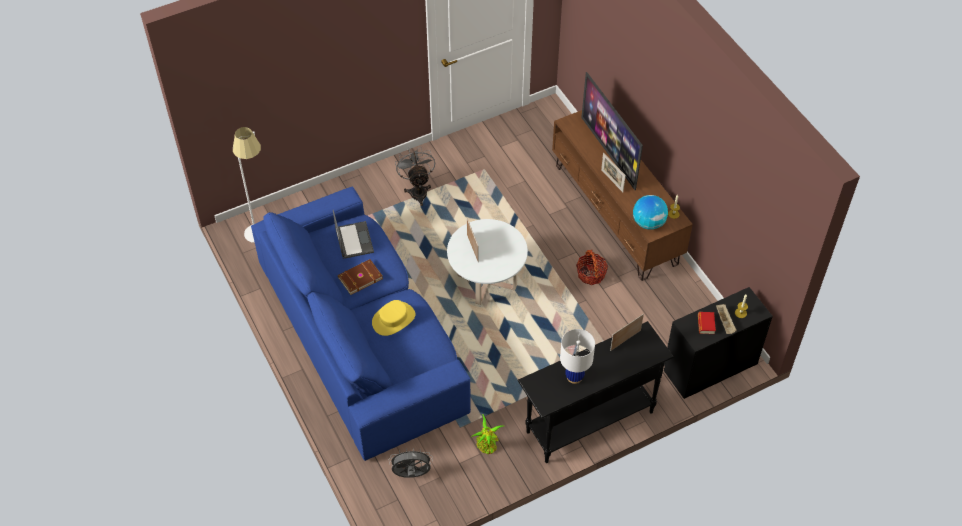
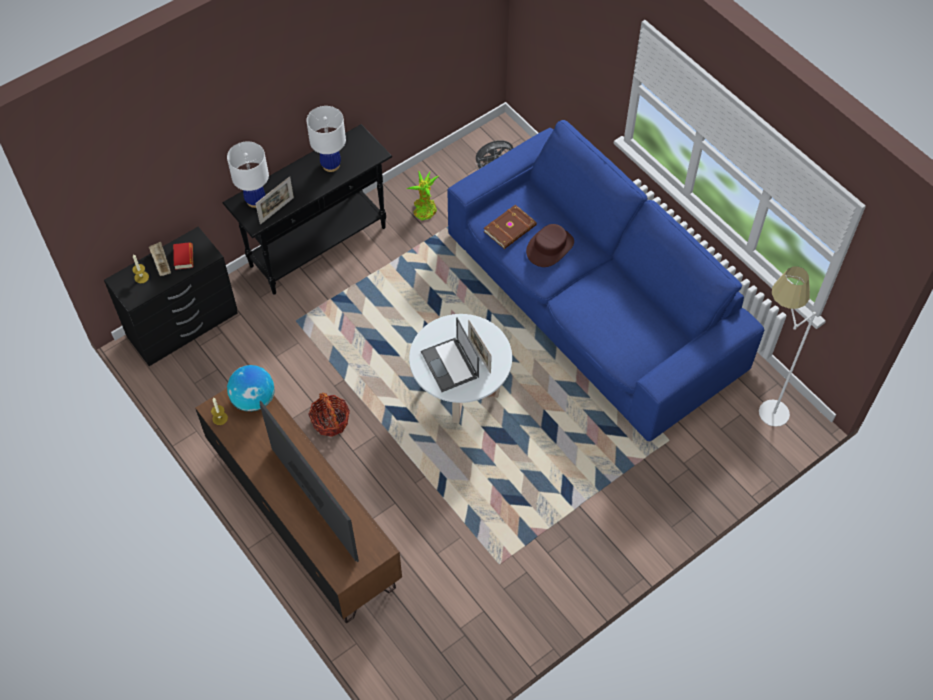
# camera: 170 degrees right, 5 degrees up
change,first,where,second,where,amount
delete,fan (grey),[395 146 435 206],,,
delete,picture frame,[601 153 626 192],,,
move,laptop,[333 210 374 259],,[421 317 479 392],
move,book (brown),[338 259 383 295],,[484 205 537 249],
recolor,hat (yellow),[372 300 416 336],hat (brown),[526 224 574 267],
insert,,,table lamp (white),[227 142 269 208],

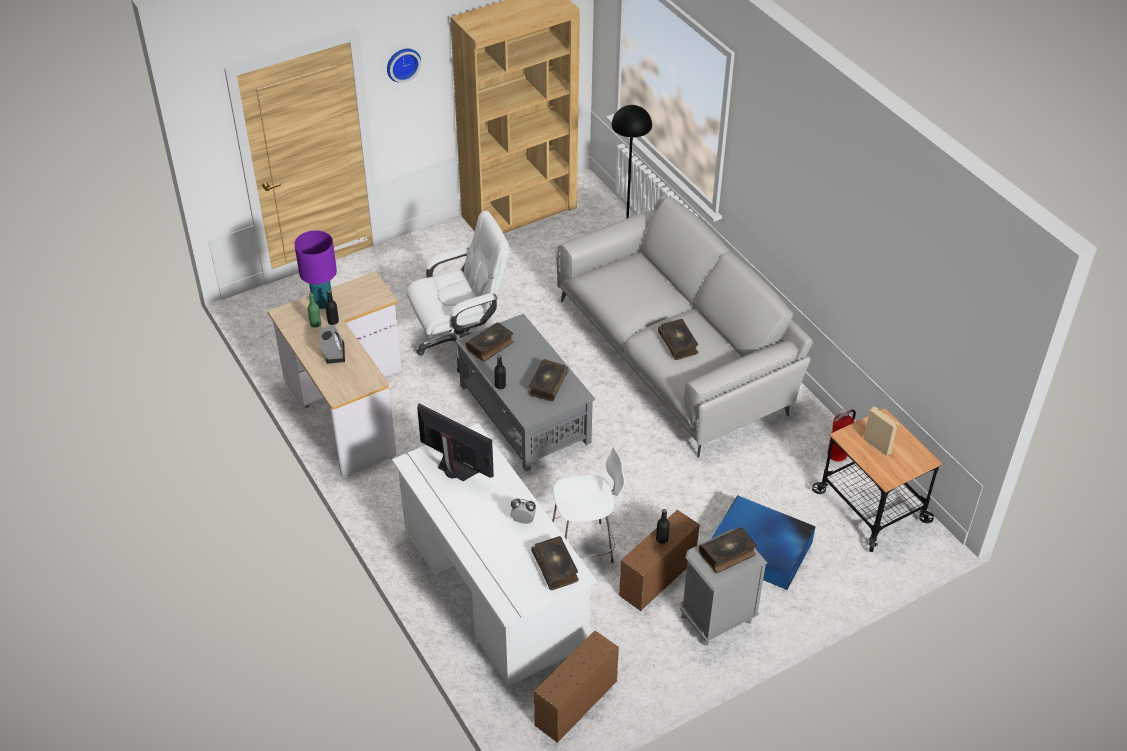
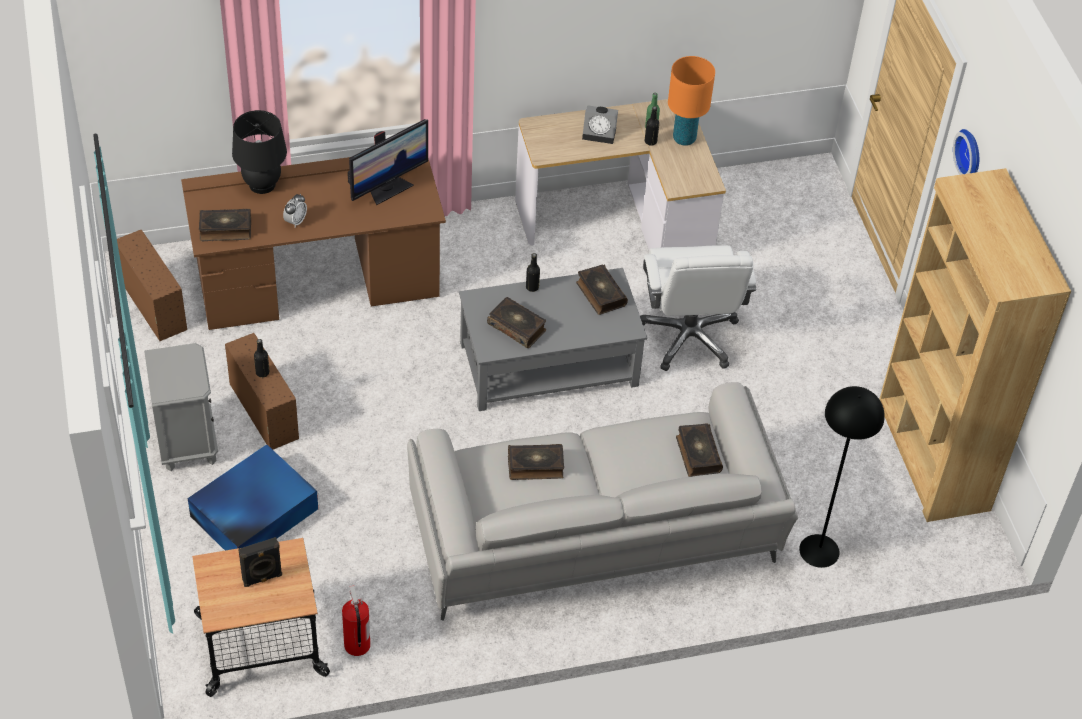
# camera: 105 degrees right, 5 degrees up
change,first,where,second,where,amount
recolor,table lamp (purple),[294 230 337 309],table lamp (orange),[668 56 715 146],
recolor,speaker (beige),[863 406 899 456],speaker (black),[238 537 282 587],
recolor,desk (white),[392 423 597 686],desk (brown),[181 157 446 330],
delete,stool (white),[551 447 625 563],,,
move,book,[699 527 757 573],,[676 423 723 477],
insert,,,table lamp (black),[232 110 287 194],

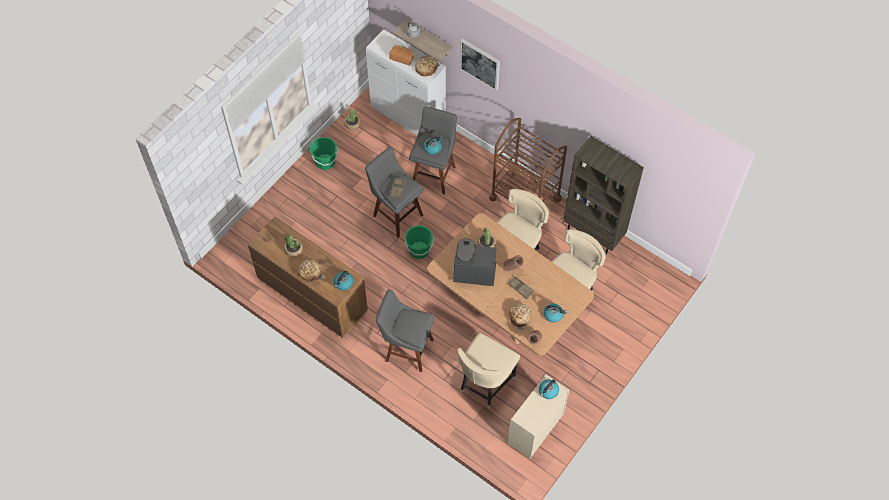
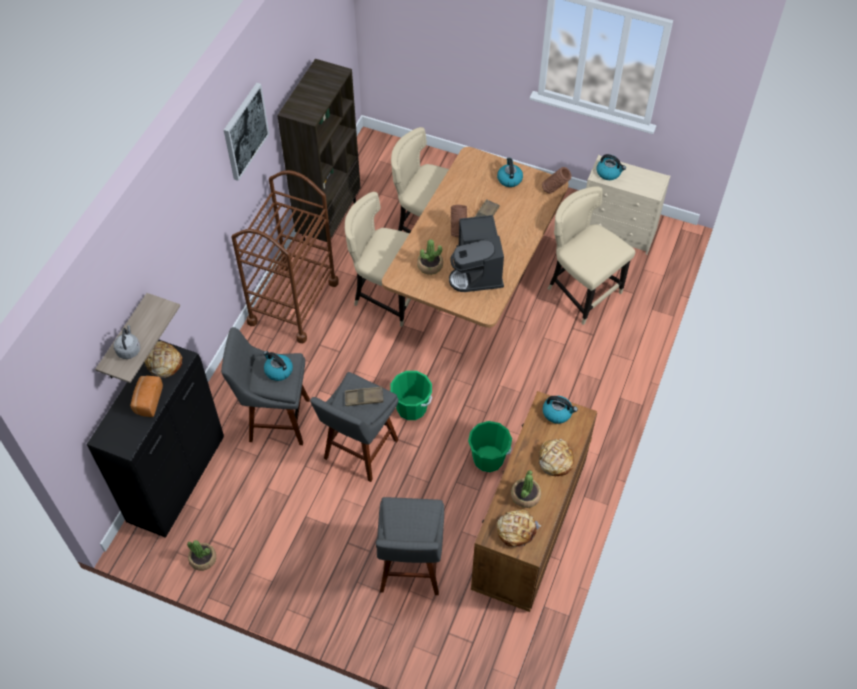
# camera: 105 degrees left, 5 degrees down
change,first,where,second,where,amount
recolor,cabinet (white),[366 29 446 136],cabinet (black),[87 340 224 538],
move,picture,[460 39 500 91],,[224 83 269 181],
move,bucket (green),[310 137 338 170],,[468 421 512 472],
move,stool (grey),[376 289 434 372],,[376 497 444 595],
move,bread,[509 304 533 331],,[497 509 541 547],
rotate,chair (beige),[457 333 520 409],,[548 186 635 325],150 degrees counterclockwise

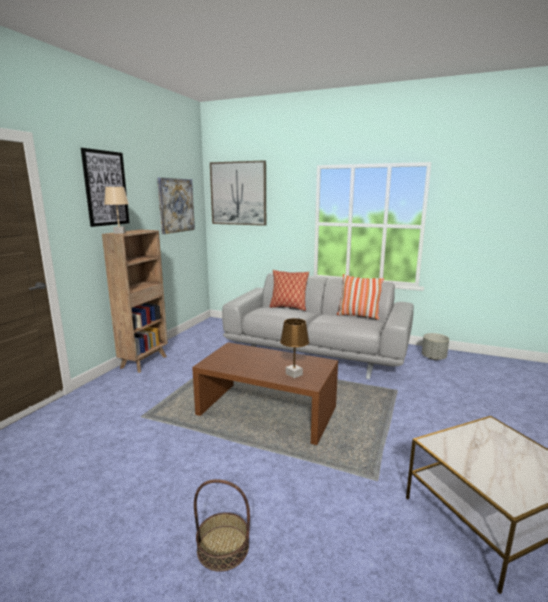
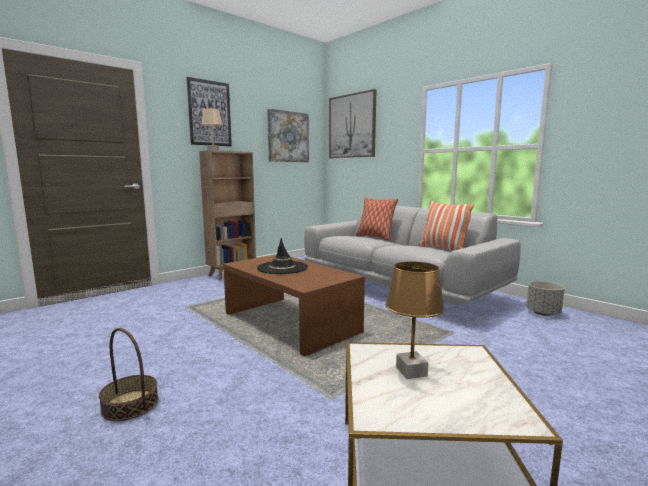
# camera: 25 degrees right, 5 degrees down
change,first,where,second,where,amount
move,table lamp (brown),[280 318 309 378],,[385 261 445 379],
insert,,,hat (black),[257 238 308 274],

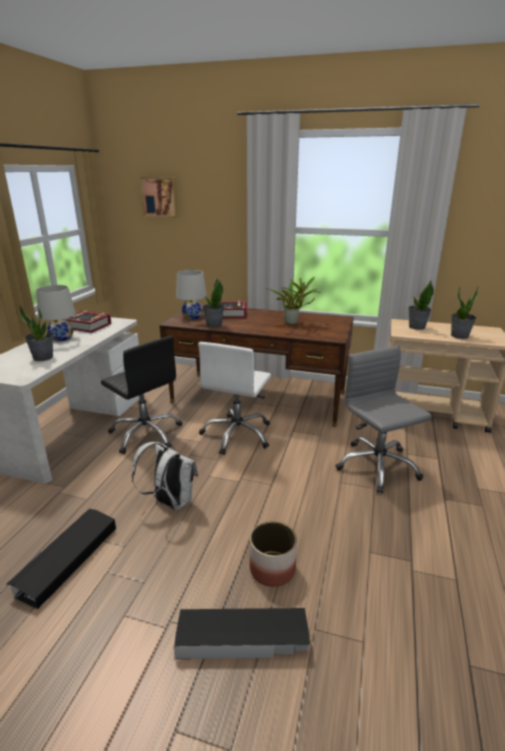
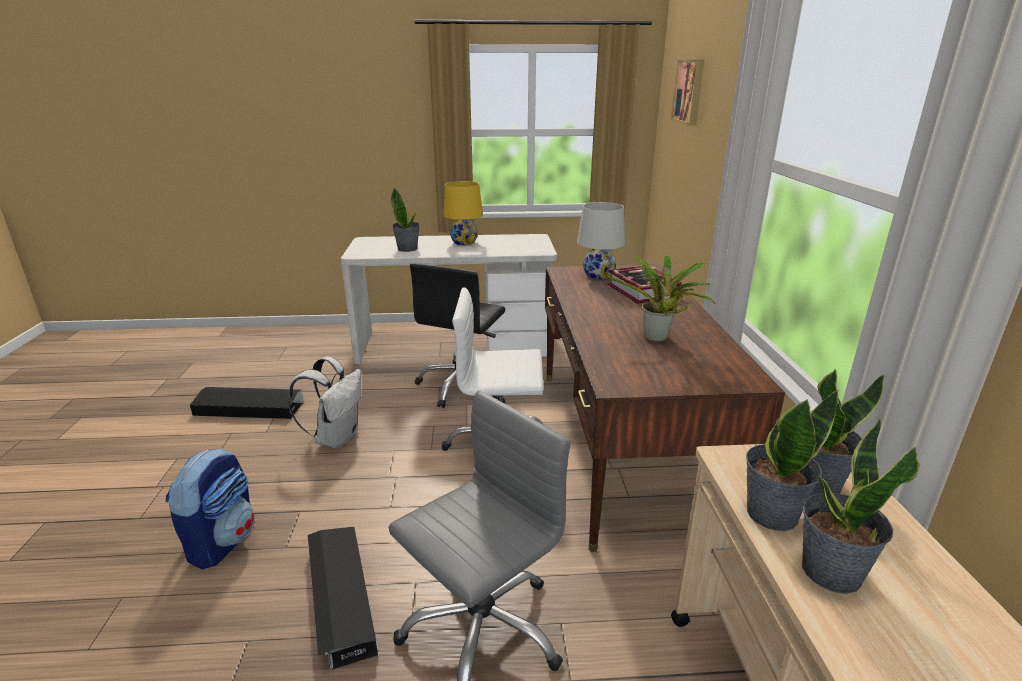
# camera: 70 degrees right, 0 degrees up
change,first,where,second,where,amount
move,potted plant,[203 278 224 328],,[746 389 839 531],
recolor,table lamp (white),[36 285 76 341],table lamp (yellow),[443 181 483 245],
delete,book,[66 311 111 333],,,
replace,planter,[250 521 297 587],backpack,[166 448 255 570],
move,storage box (black),[174 608 310 659],,[308 527 379 670],

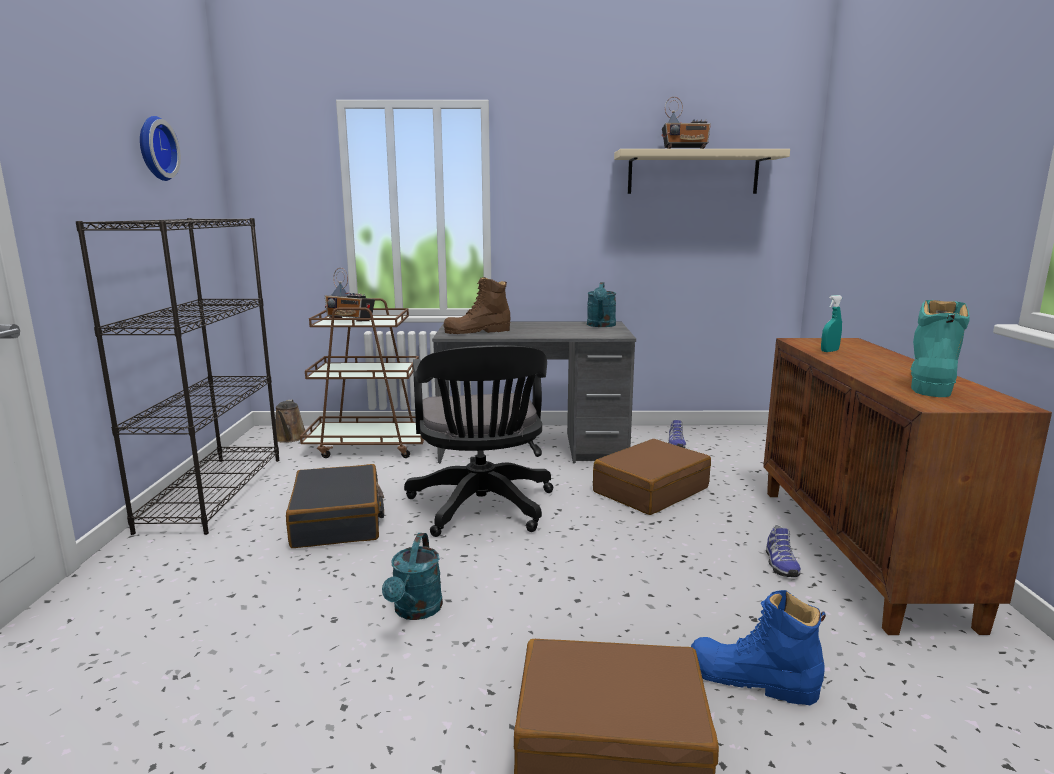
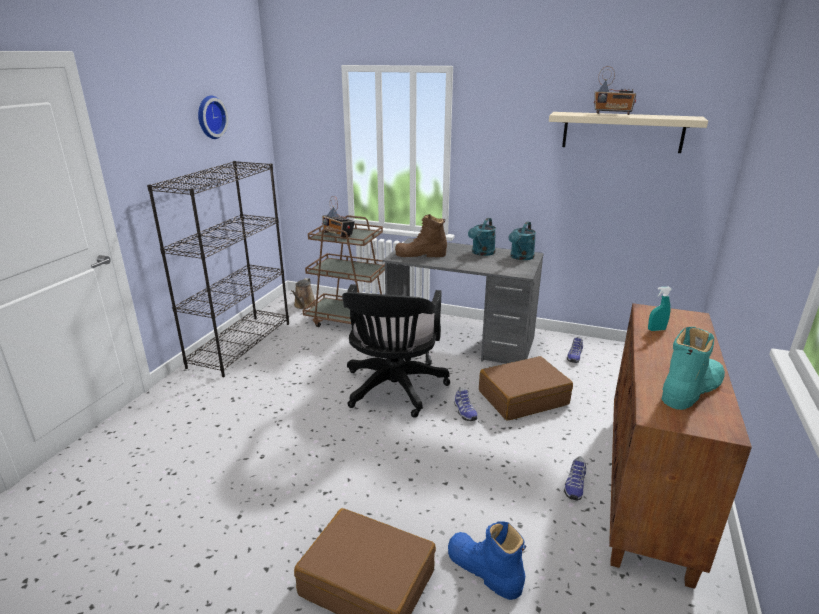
# camera: 20 degrees right, 10 degrees up
change,first,where,second,where,amount
delete,suitcase (black),[286 464 384 548],,,
move,watering can (turquoise),[382 533 443 620],,[468 218 496 256],
insert,,,shoe,[454 387 478 421],

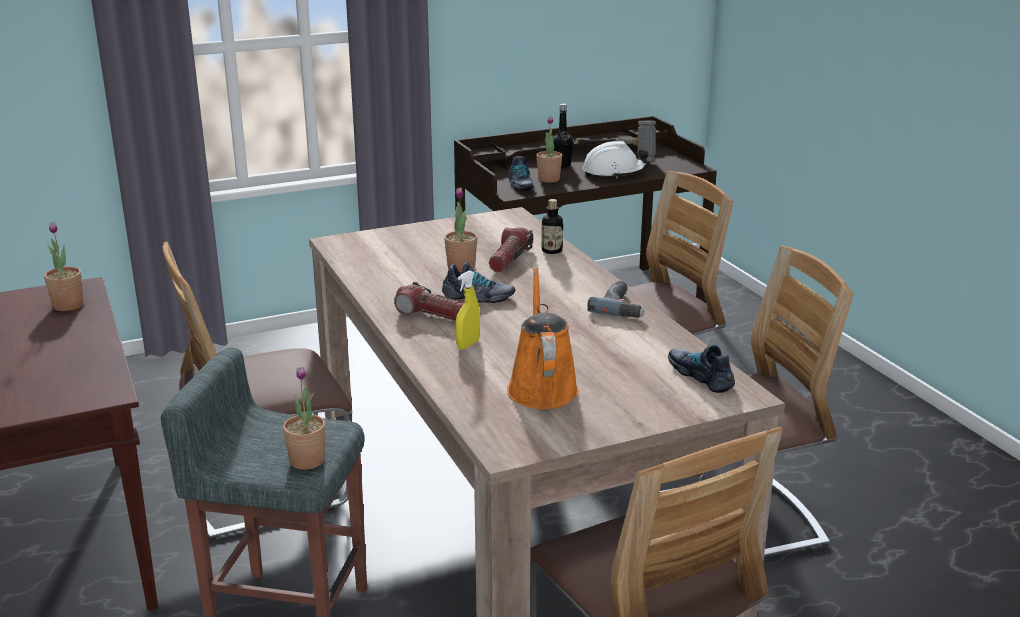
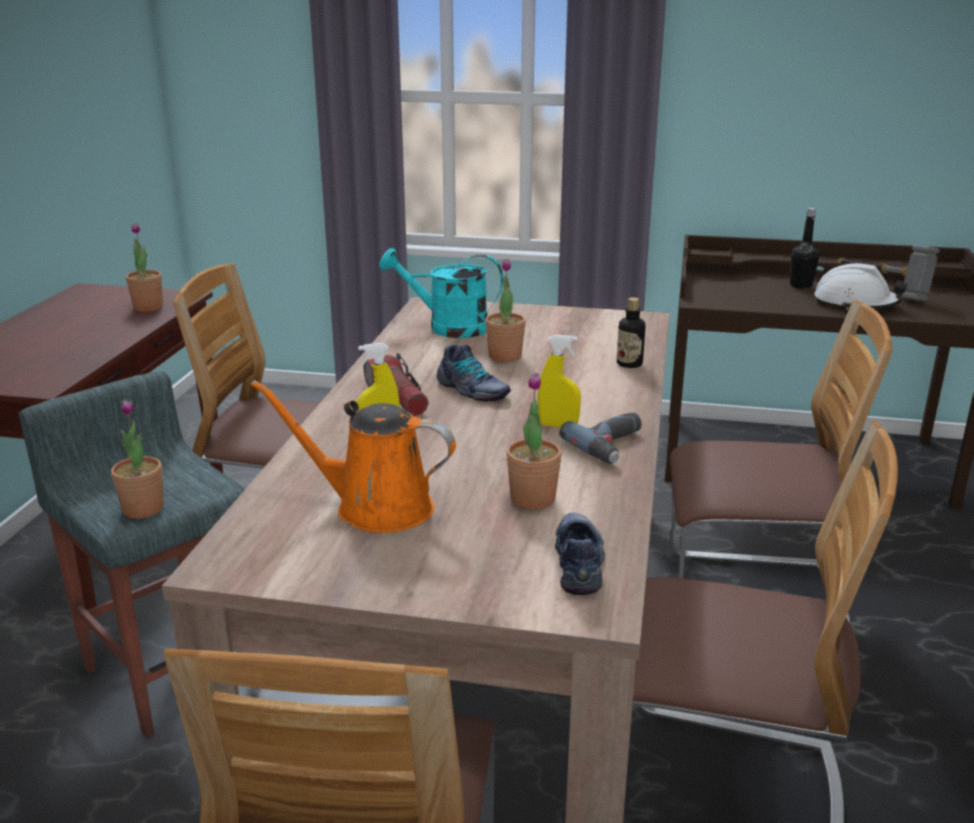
# camera: 35 degrees right, 0 degrees up
change,first,where,second,where,amount
move,potted plant,[536 116 562 183],,[506 372 562 510],
delete,shoe,[508 156 534 192],,,
delete,flashlight,[489 228 533 272],,,
rotate,watering can (orange),[507 267 579 409],,[251 380 456 533],105 degrees counterclockwise
insert,,,watering can (turquoise),[379 248 503 338],
insert,,,spray bottle (yellow),[538 335 581 428],

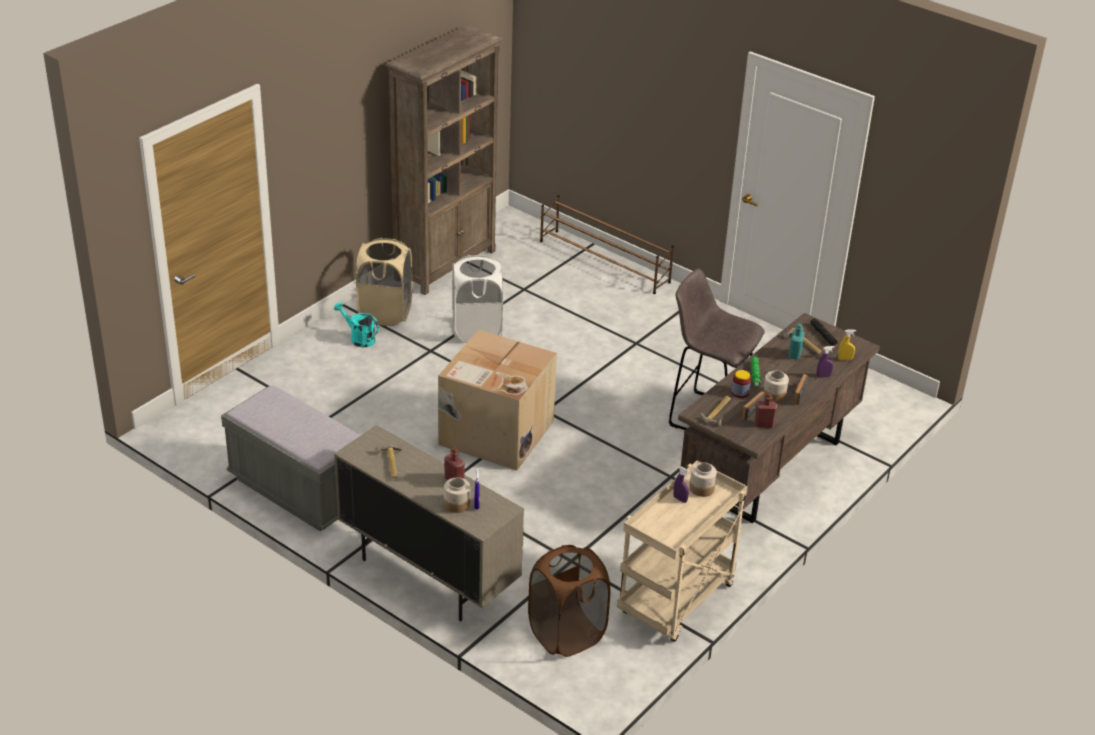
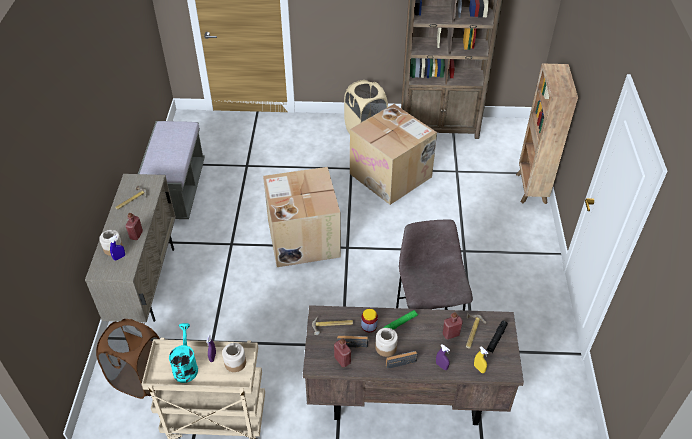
# camera: 55 degrees right, 10 degrees up
change,first,where,second,where,amount
replace,shoe rack (brown),[540 195 674 294],bookcase (brown),[516 63 578 204],
replace,laundry basket (white),[452 255 503 343],cardboard box,[350 104 437 205],
move,watering can (turquoise),[334 302 379 347],,[169 323 198 383],
recolor,bottle (turquoise),[788 324 805 360],bottle (red),[443 312 463 340],

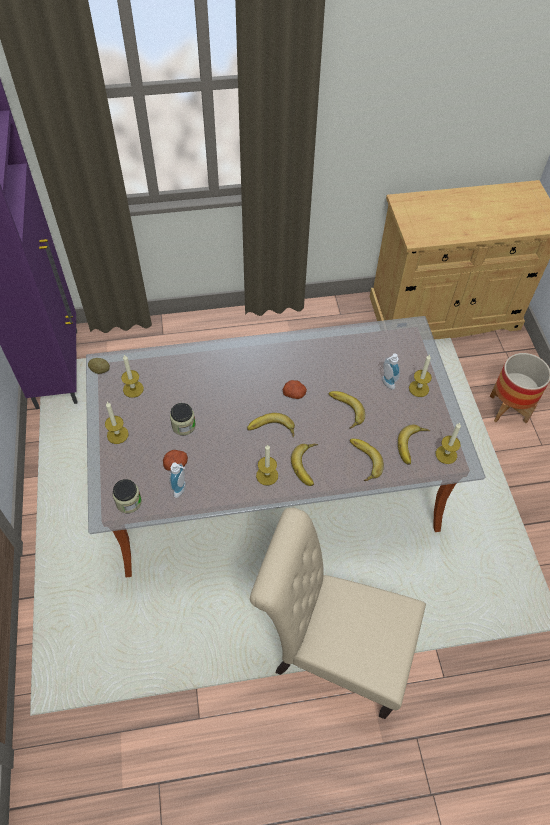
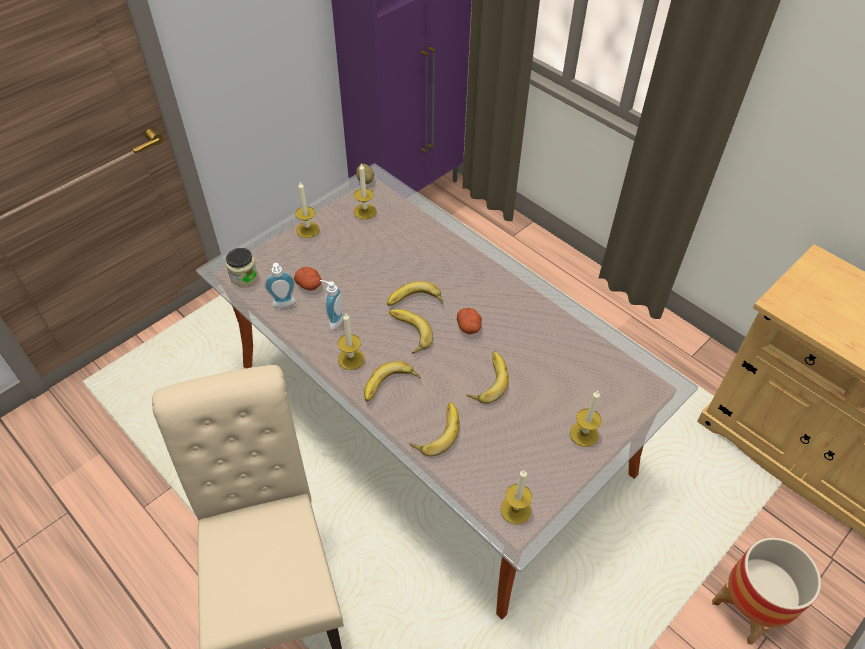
# camera: 55 degrees right, 5 degrees down
change,first,where,second,where,amount
move,soap dispenser,[382 353 400 390],,[320 280 344 330],
delete,jar,[170 403 196 435],,,
move,banana,[398 424 430 465],,[387 281 443 306],

